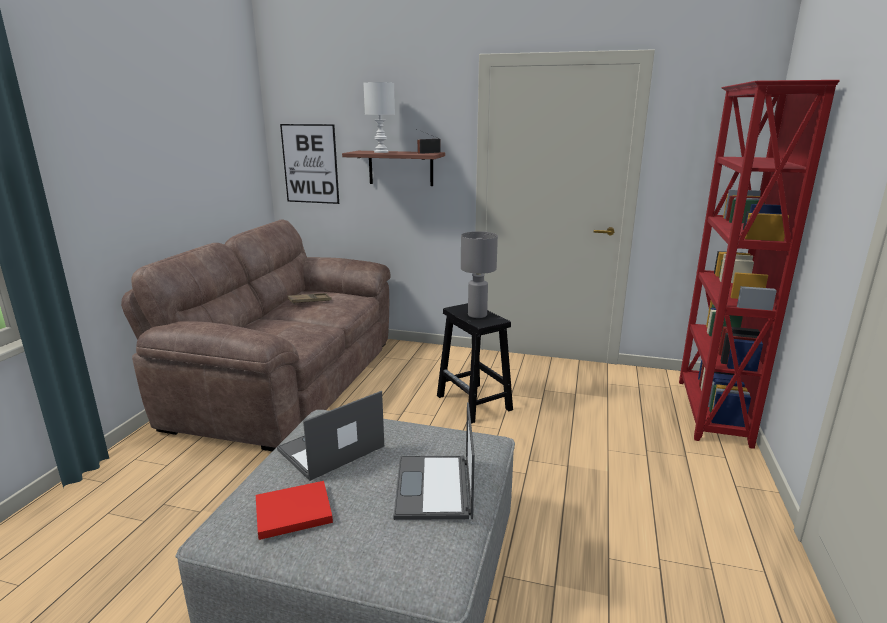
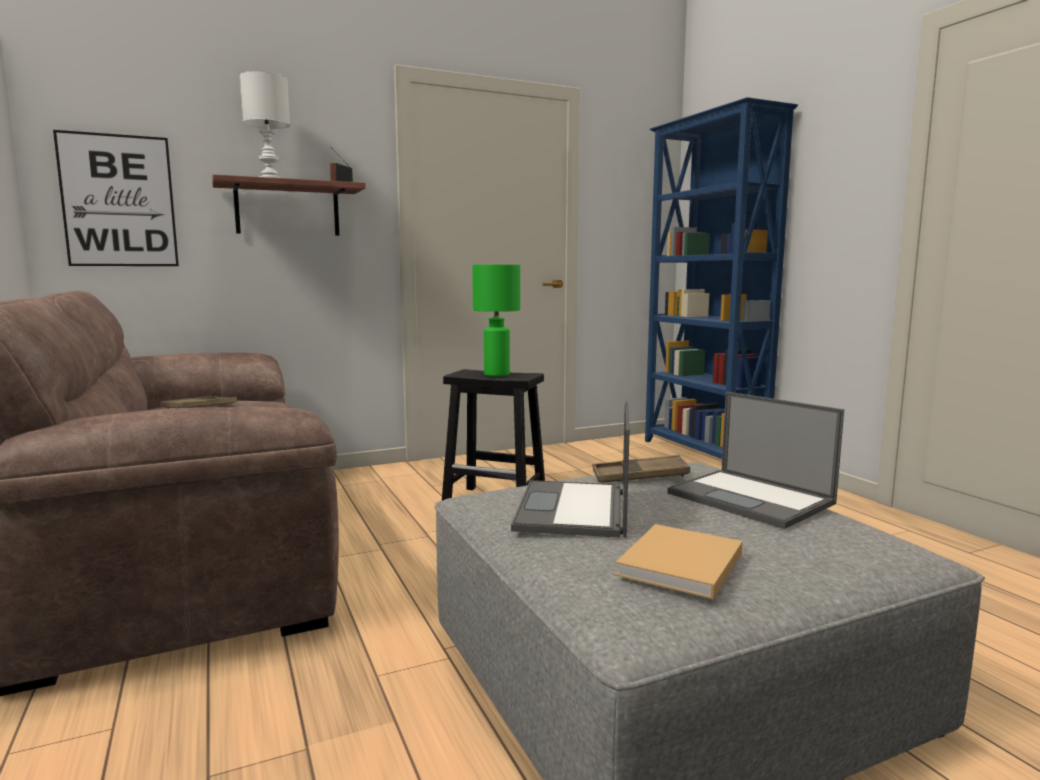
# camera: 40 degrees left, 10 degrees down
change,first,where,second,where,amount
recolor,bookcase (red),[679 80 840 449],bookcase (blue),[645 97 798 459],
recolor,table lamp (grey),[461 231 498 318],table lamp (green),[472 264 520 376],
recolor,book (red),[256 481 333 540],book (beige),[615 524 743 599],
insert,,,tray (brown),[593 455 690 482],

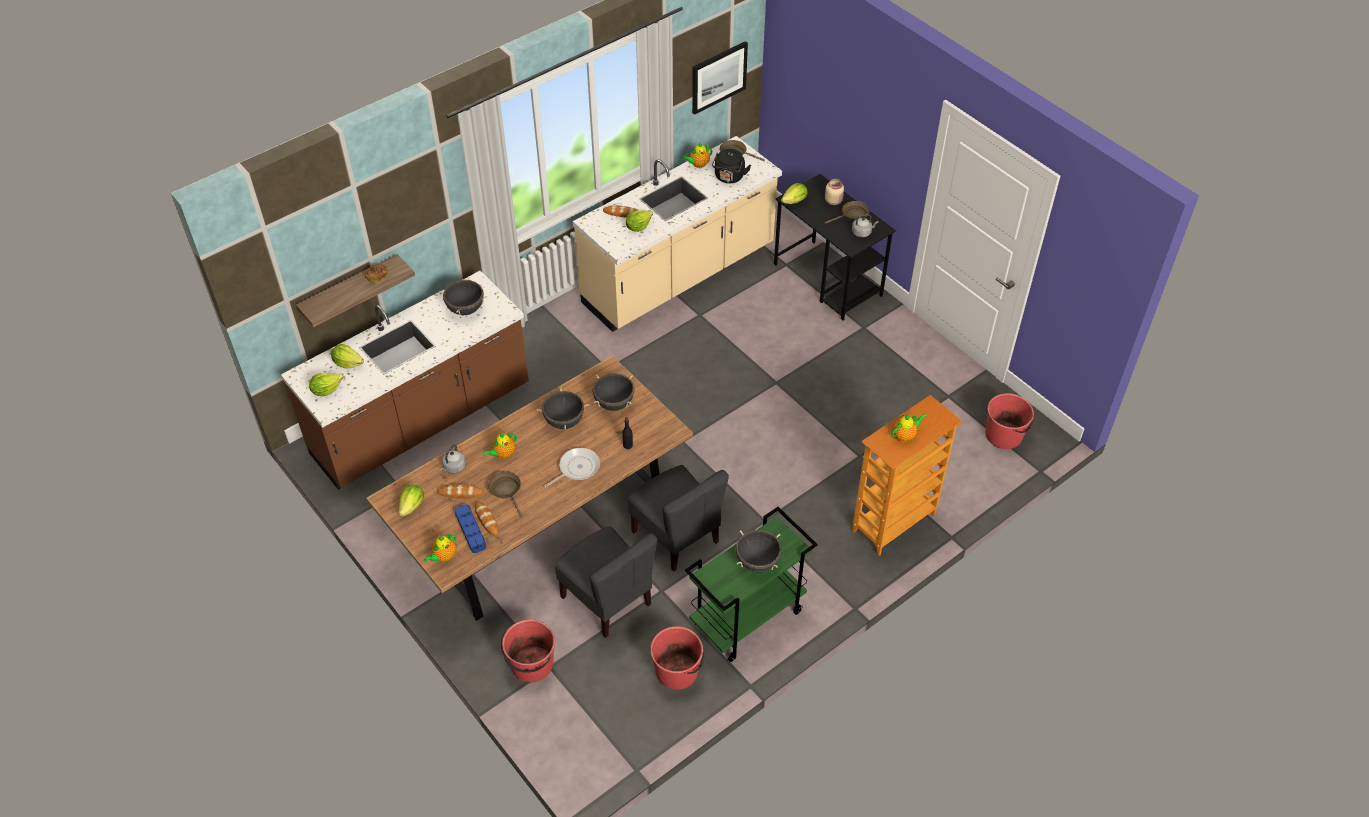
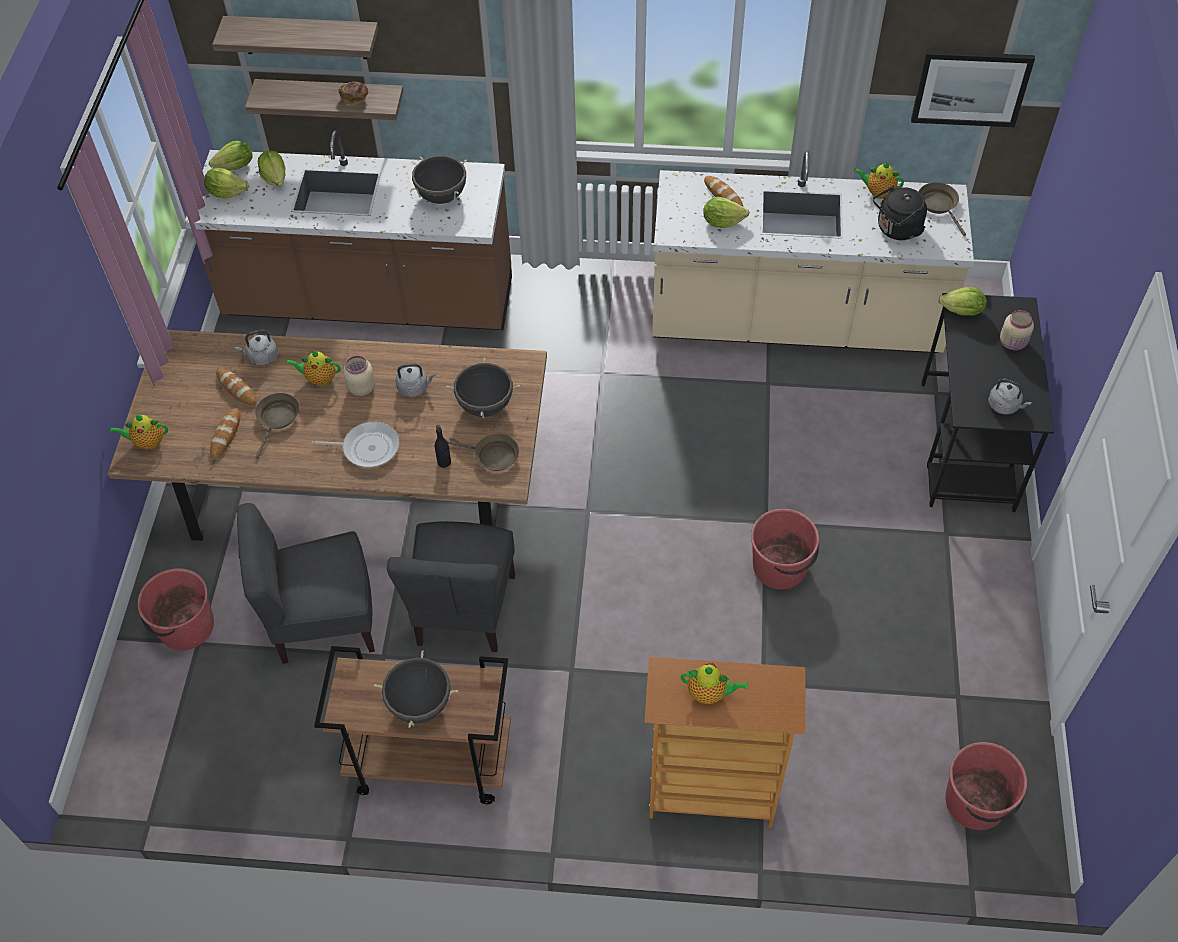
# camera: 45 degrees right, 5 degrees up
change,first,where,second,where,amount
move,frying pan (brown),[824 201 870 224],,[446 434 519 471],
replace,cooking pot (black),[537 388 589 430],kettle (grey),[396 364 436 397],
move,lettuce,[399 485 424 517],,[209 141 253 170],
delete,tray (blue),[455 504 486 553],,,
recolor,cart (green),[685 507 818 662],cart (brown),[314 646 511 804],
rotate,chair (grey),[555 526 657 638],,[237 503 375 664],75 degrees clockwise
move,bucket (red),[650 626 704 690],,[751 509 819 589],
insert,,,shelf,[212 16 378 59],
insert,,,jar (beige),[343 356 375 396],

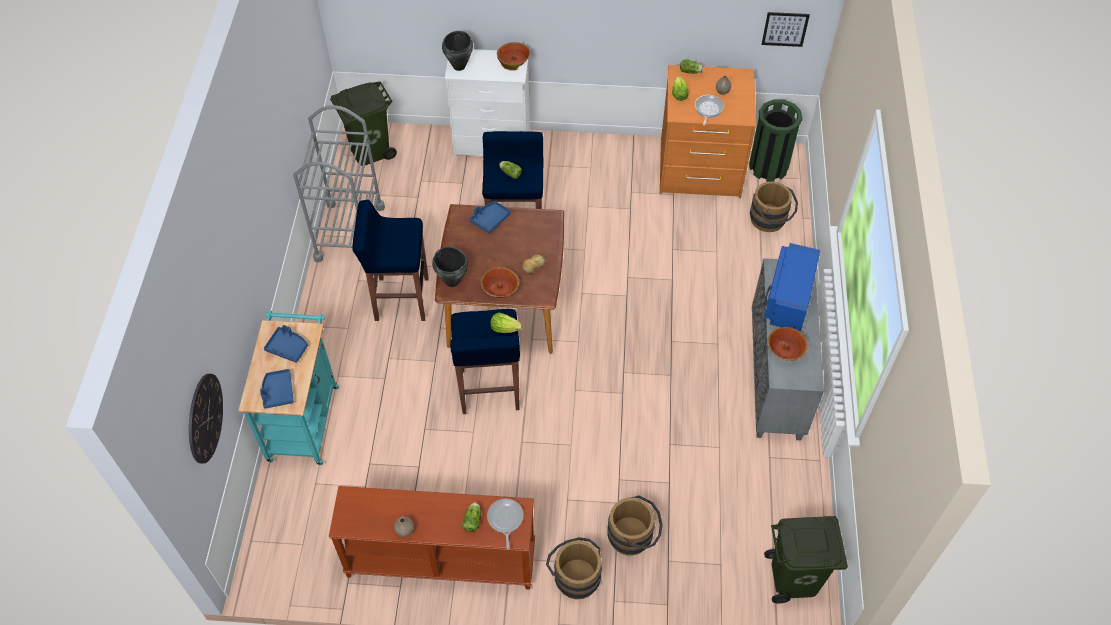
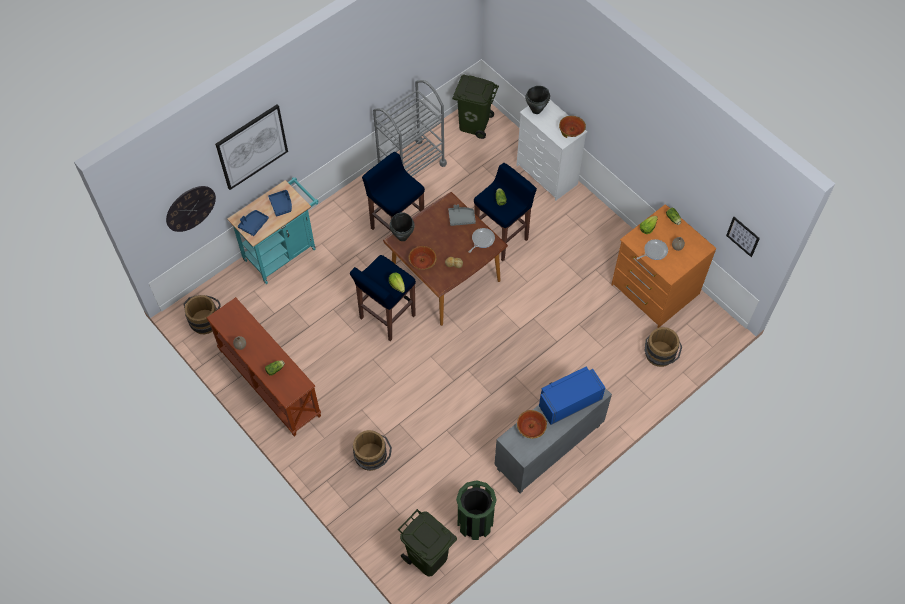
# camera: 45 degrees right, 5 degrees up
change,first,where,second,where,amount
move,trash can (green),[749 99 802 182],,[456 480 497 540],
recolor,tray (blue),[470 201 511 234],tray (grey),[448 204 476 226],
move,frying pan,[487 499 524 550],,[469 228 495 253],
move,bucket (brown),[546 537 602 599],,[183 295 221 334],
insert,,,picture,[215 104 288 190],

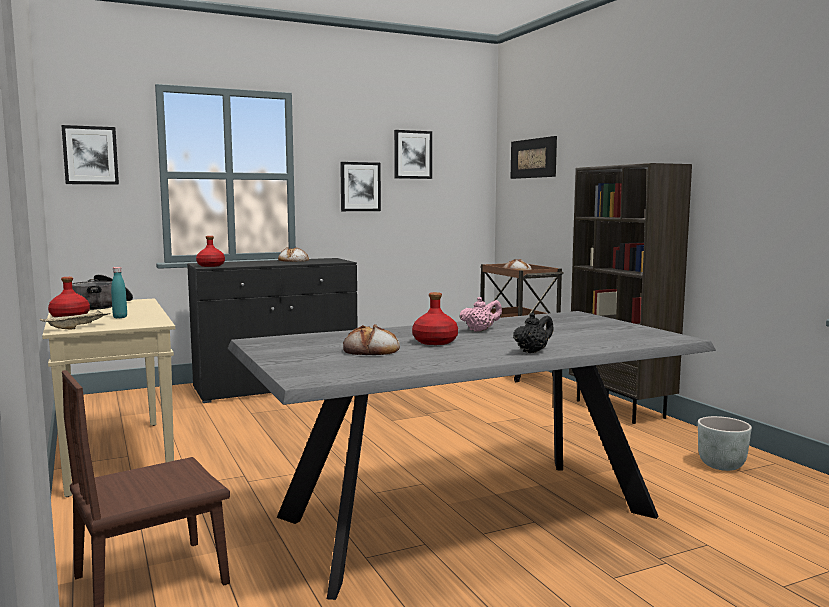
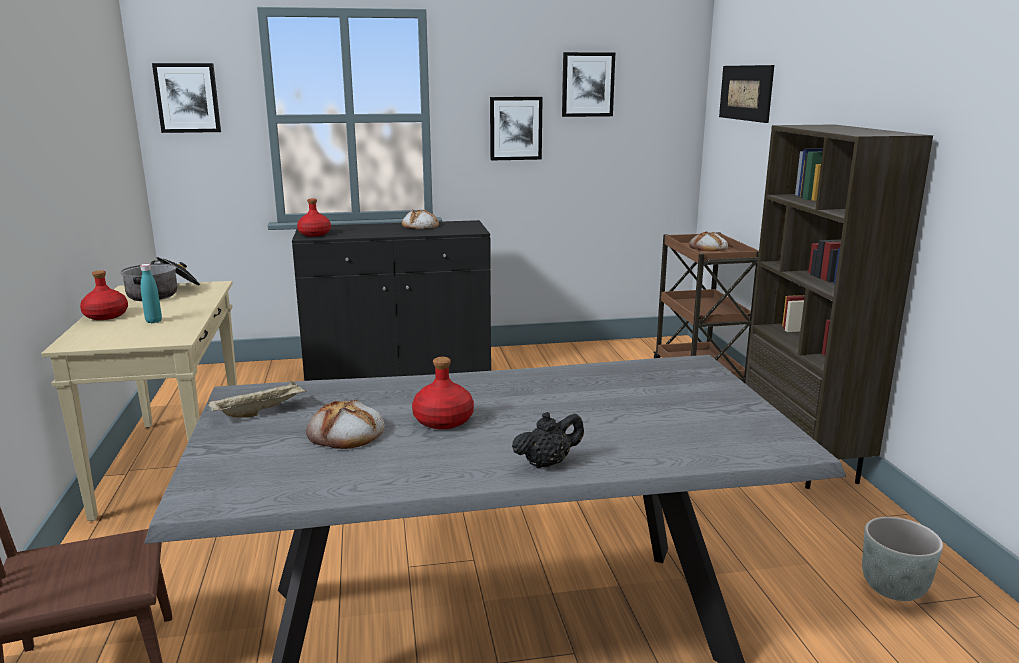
# camera: 15 degrees right, 10 degrees up
change,first,where,second,where,amount
delete,teapot (pink),[459 297 502 332],,,
move,tray (beige),[40 310 111 329],,[207 381 307 418],

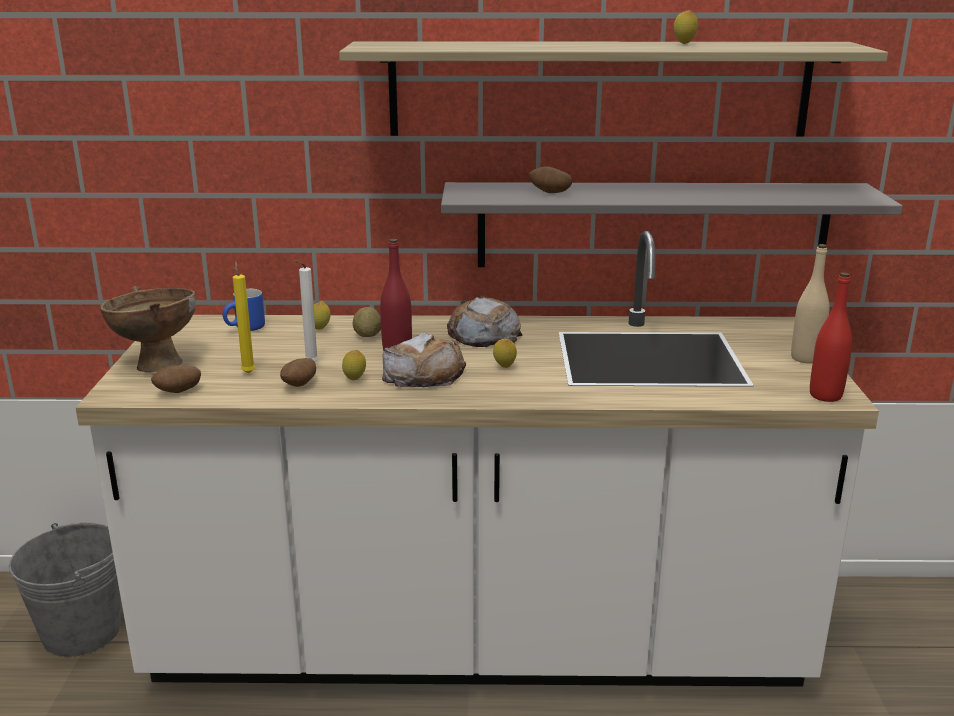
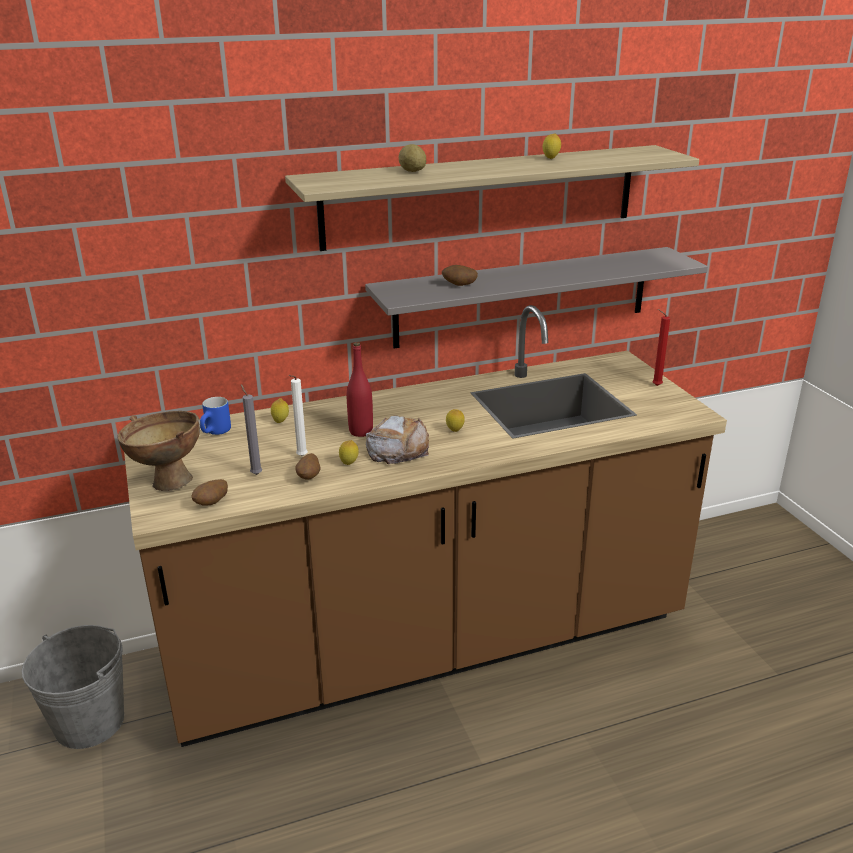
# camera: 20 degrees left, 5 degrees up
change,first,where,second,where,amount
recolor,counter (white),[76 231 879 687],counter (brown),[124 305 727 747],
replace,bottle (beige),[791 244 830 364],candle (red),[652 309 670 386],
recolor,candle (yellow),[233 262 255 374],candle (grey),[241 384 262 475],
delete,bottle (red),[810 272 852 402],,,
delete,bread,[447 296 522 347],,,
move,potato,[352 307 381 337],,[399 144 426 172],

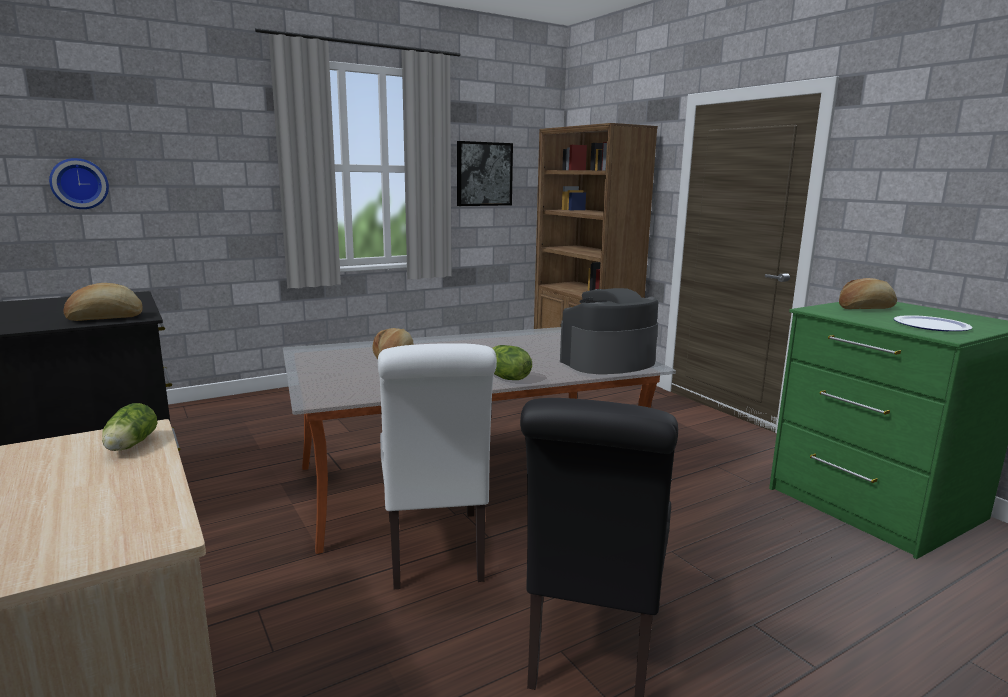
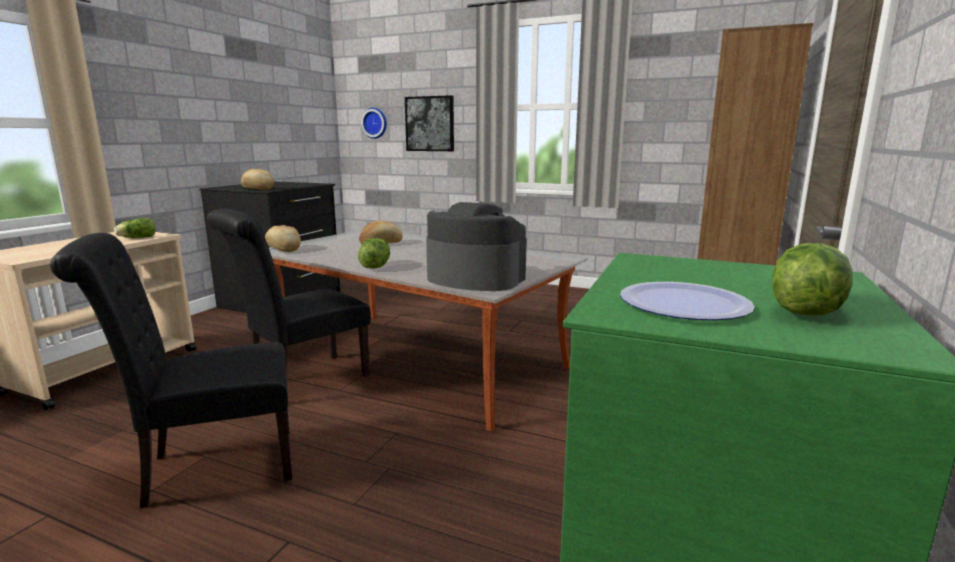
# camera: 55 degrees right, 0 degrees up
change,first,where,second,where,amount
move,picture,[457 141 513 206],,[405 95 454 151],
move,bread,[839 278 897 309],,[265 225 301 252],
recolor,chair (white),[378 343 497 589],chair (black),[206 209 371 377],
insert,,,lettuce,[772 243 852 316],

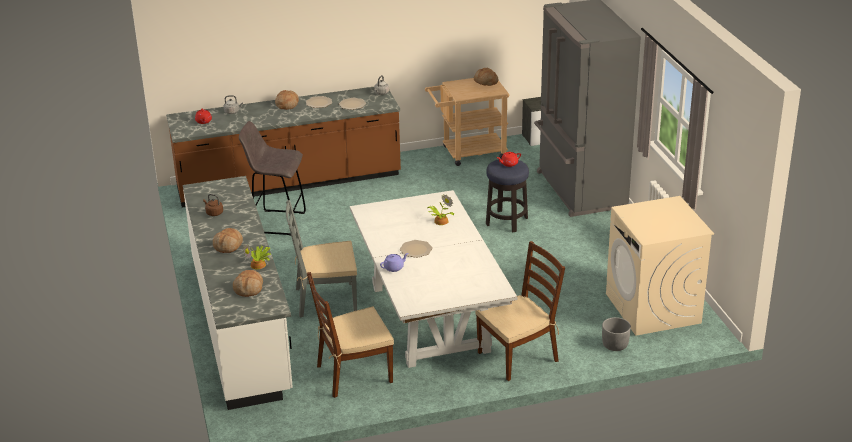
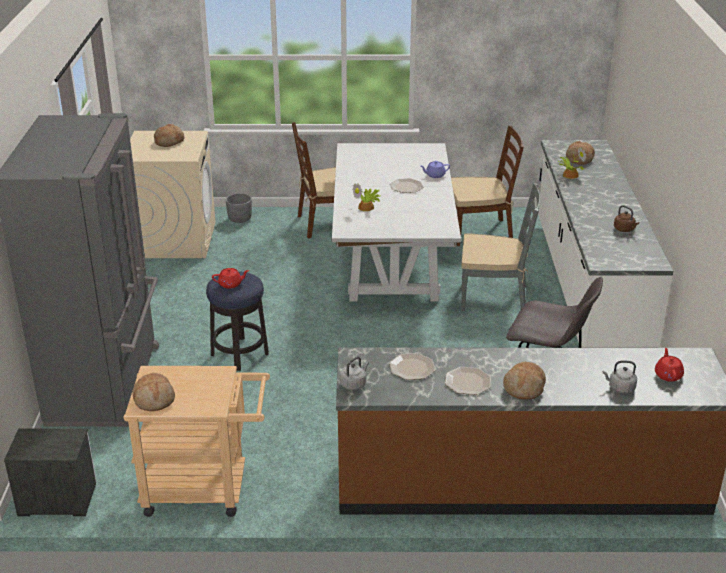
# camera: 165 degrees left, 0 degrees up
change,first,where,second,where,amount
move,bread,[213 228 243 253],,[154 124 184 147],

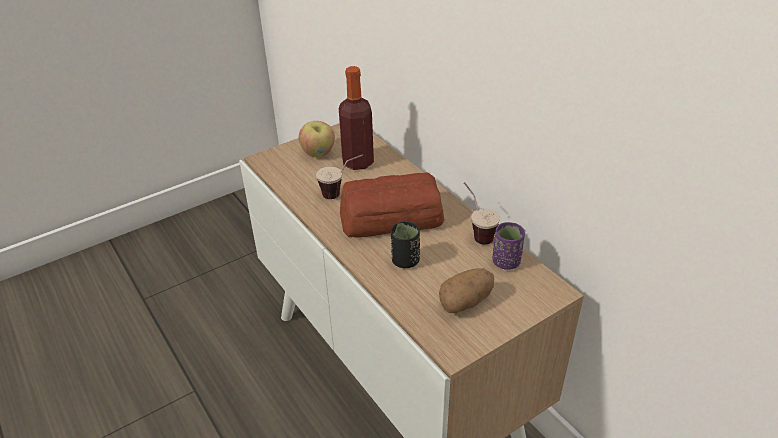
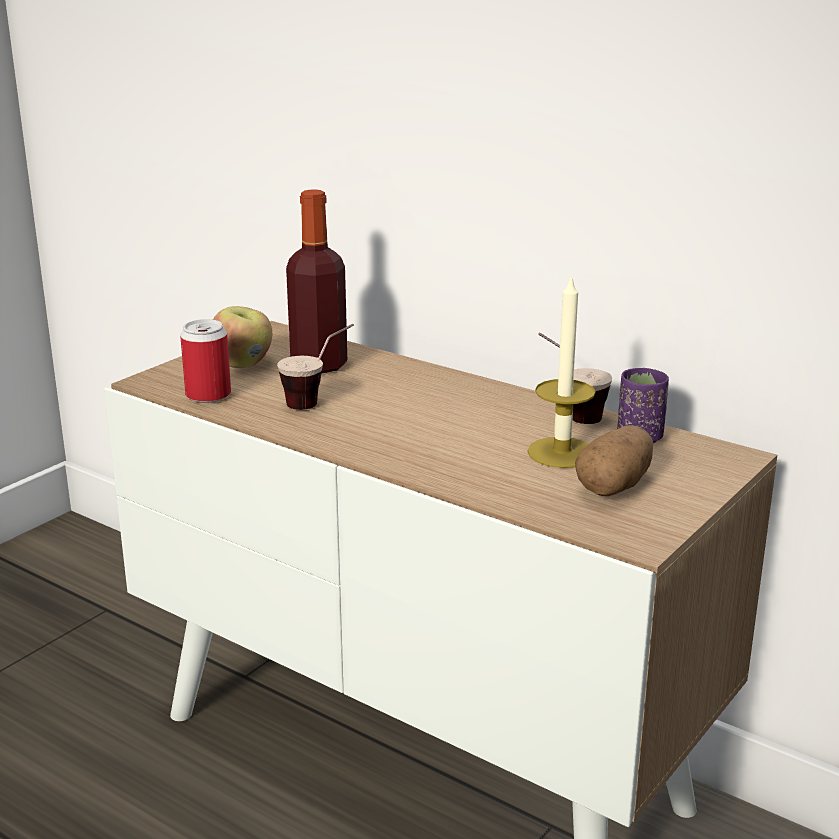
# camera: 20 degrees left, 15 degrees down
change,first,where,second,where,amount
delete,bread,[340 172 445 238],,,
delete,cup (black),[391 221 420 268],,,
insert,,,candle,[527 274 596 468],
insert,,,can,[180 319 231 403],

